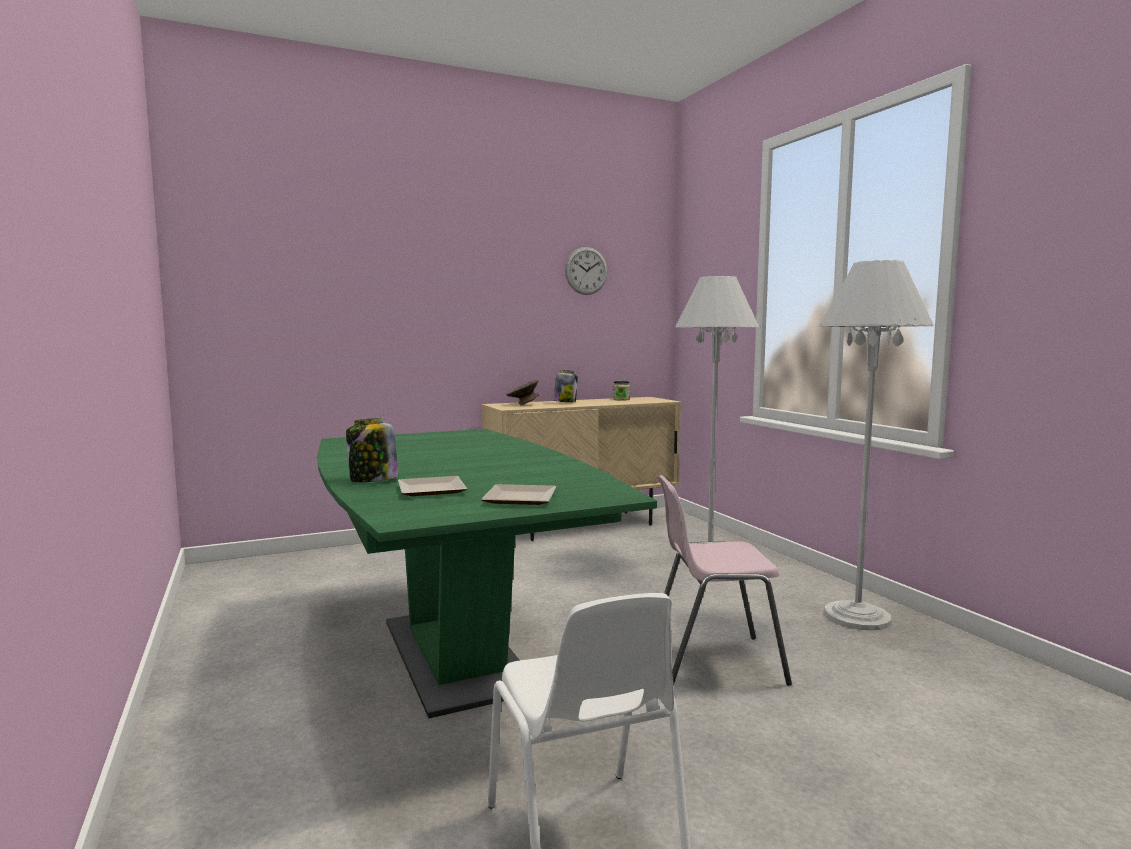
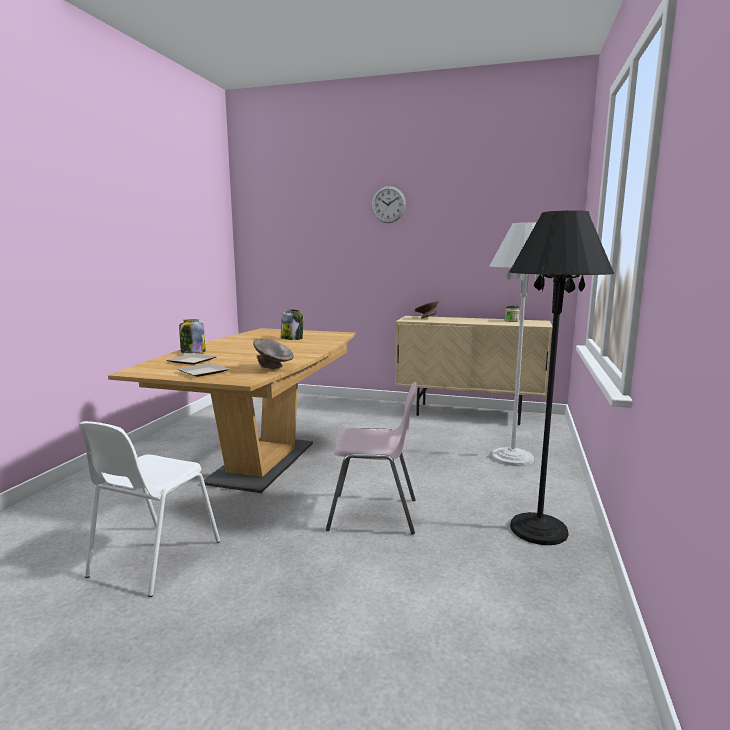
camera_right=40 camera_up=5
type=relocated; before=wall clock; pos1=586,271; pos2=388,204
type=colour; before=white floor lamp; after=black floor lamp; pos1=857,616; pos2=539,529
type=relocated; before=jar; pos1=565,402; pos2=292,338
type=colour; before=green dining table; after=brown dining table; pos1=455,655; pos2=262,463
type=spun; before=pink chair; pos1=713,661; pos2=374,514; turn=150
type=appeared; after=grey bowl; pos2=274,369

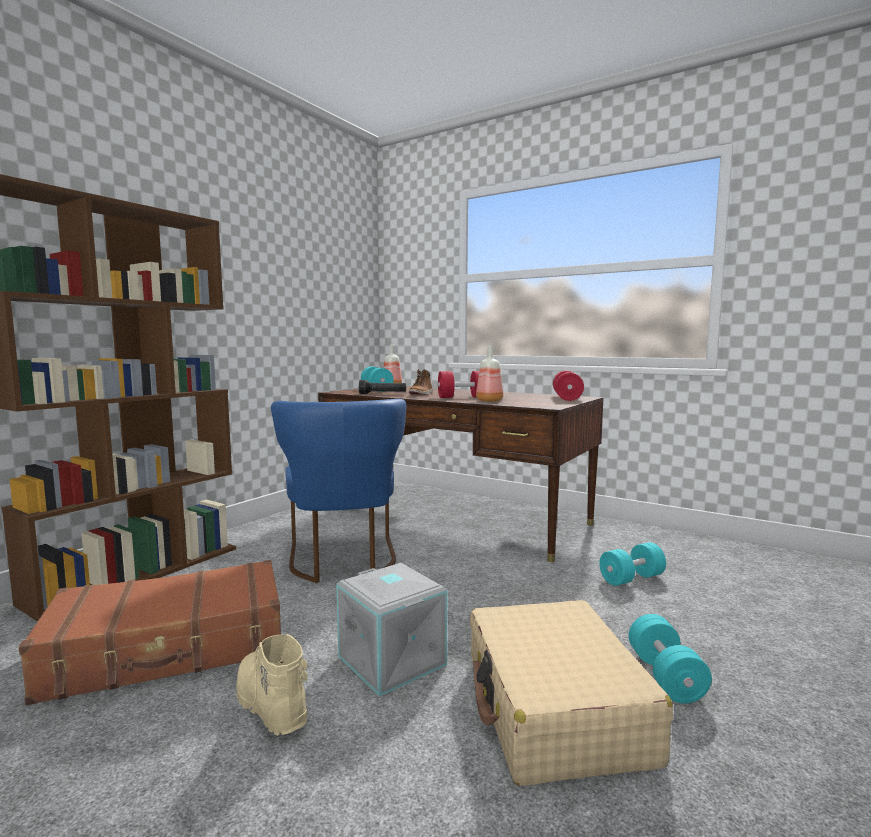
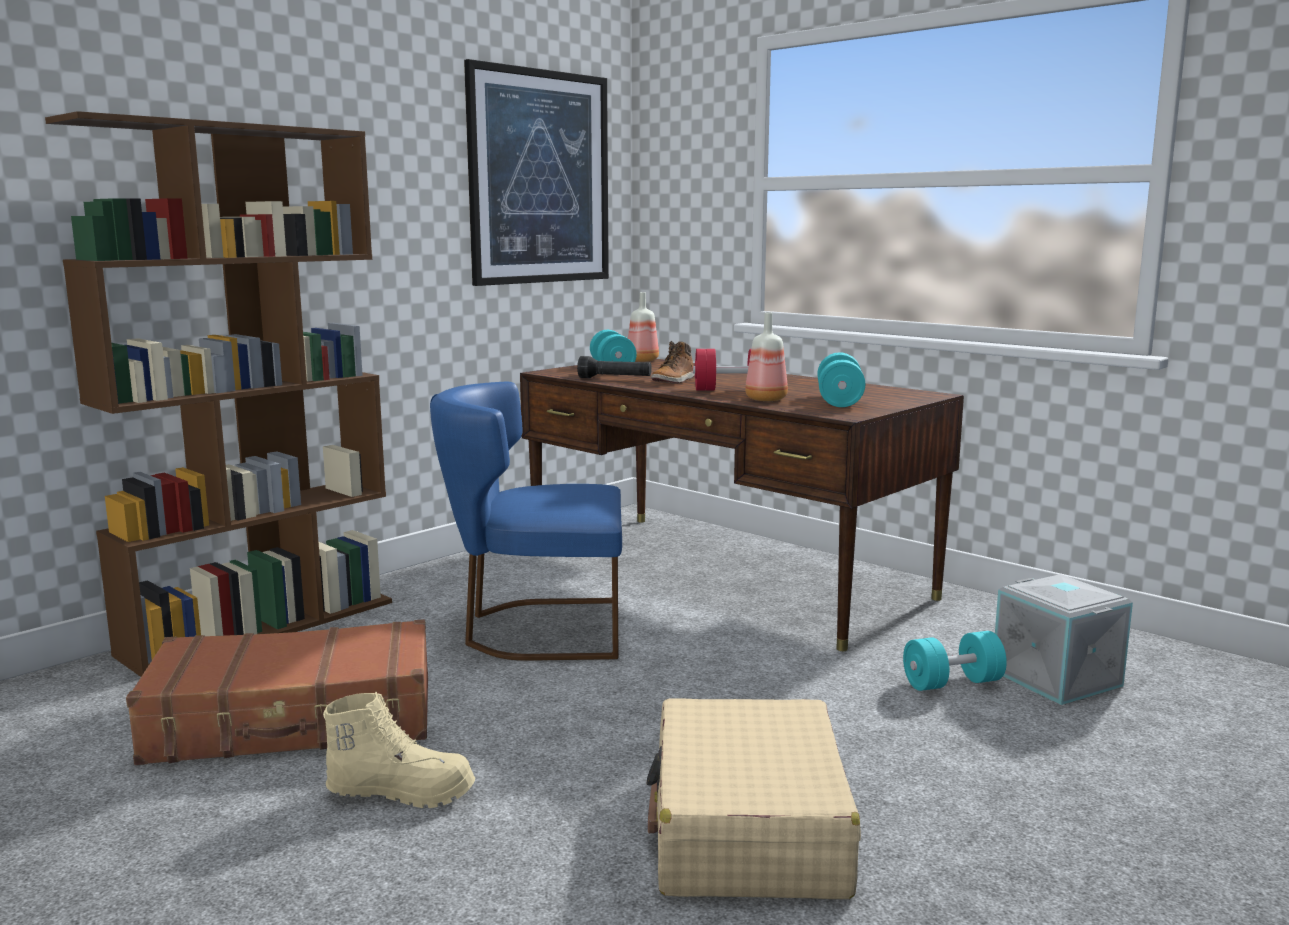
camera_right=10 camera_up=5
type=missing; before=red dumbbell; pos1=567,398
type=spun; before=blue chair; pos1=343,561; pos2=535,629; turn=90
type=relocated; before=grey storage box; pos1=394,660; pos2=1058,678
type=relocated; before=turquoise dumbbell; pos1=665,677; pos2=839,400
type=spun; before=beige boot; pos1=269,705; pos2=402,791; turn=120
type=appeared; after=picture; pos2=540,178

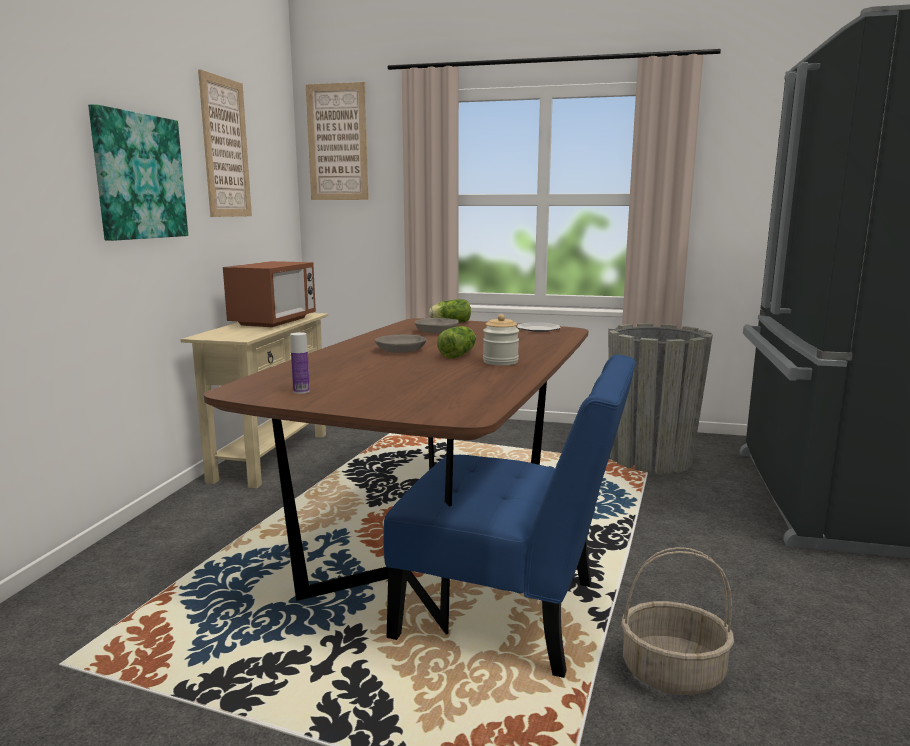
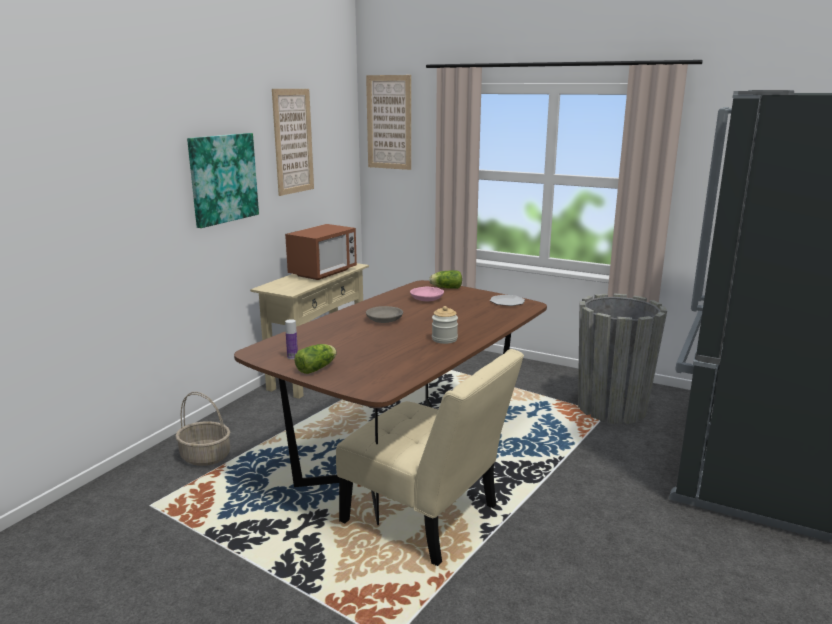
camera_right=15 camera_up=5
type=colour; before=grey bowl; after=pink bowl; pos1=437,331; pos2=427,298
type=relocated; before=lettuce; pos1=459,354; pos2=318,368
type=colour; before=blue chair; after=beige chair; pos1=509,613; pos2=427,518
type=relocated; before=basket; pos1=673,672; pos2=206,456

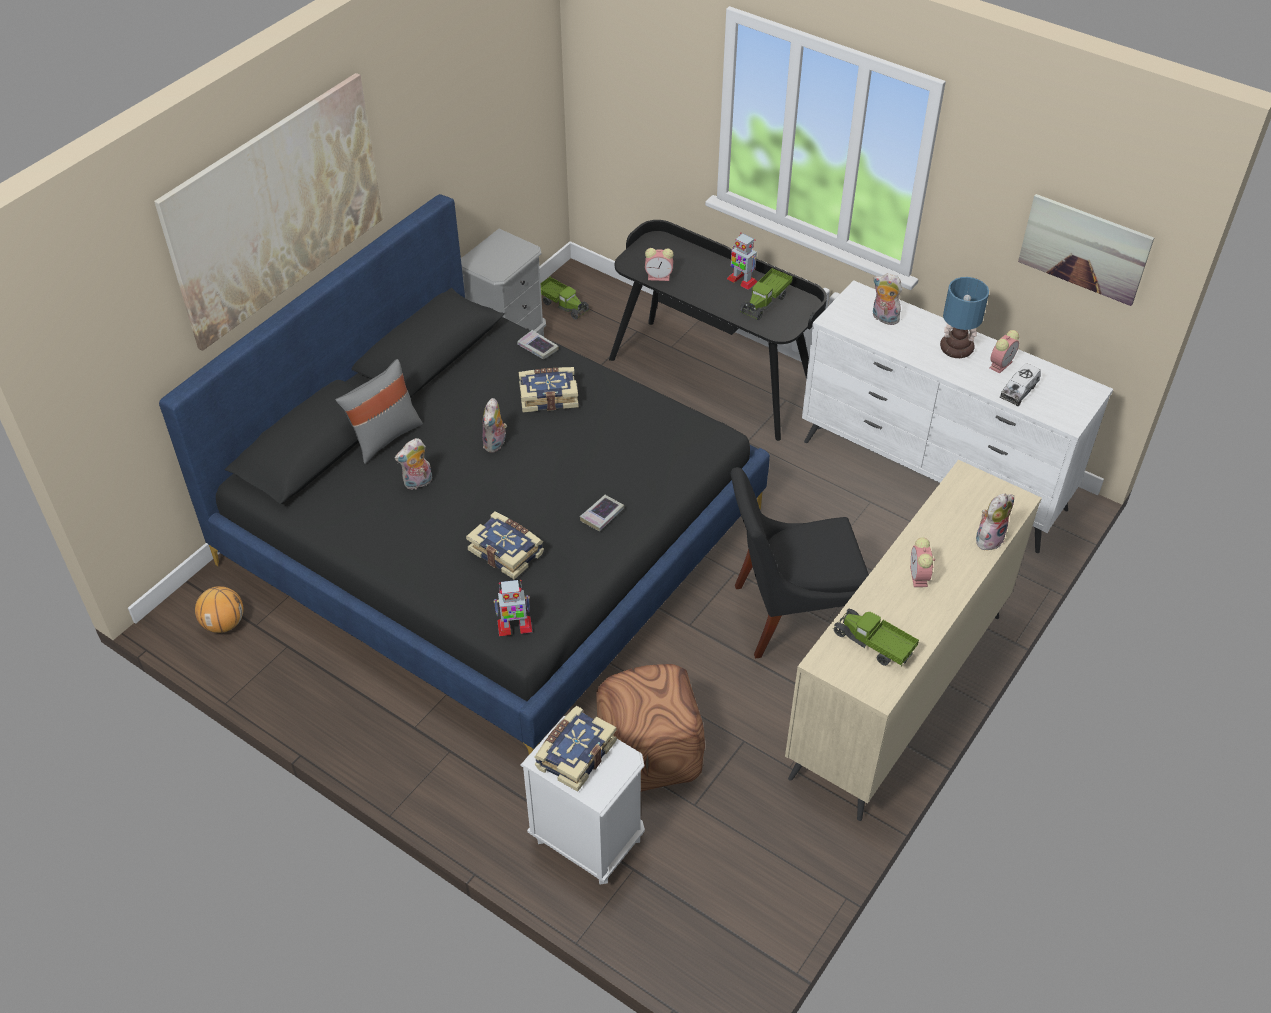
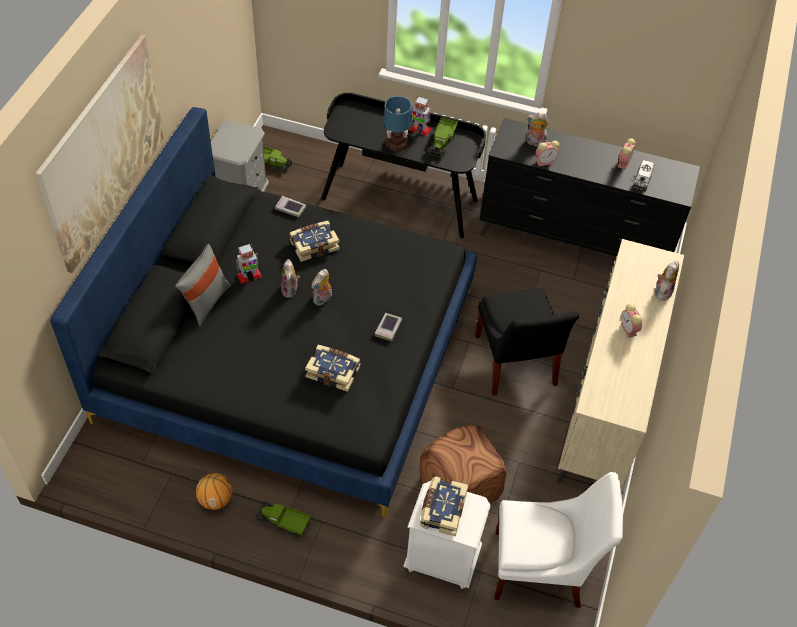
camera_right=-20 camera_up=5
type=missing; before=picture; pos1=1084,249
type=relocated; before=alarm clock; pos1=659,277; pos2=545,161
type=relocated; before=table lamp; pos1=955,349; pos2=395,144
type=colour; before=white dresser; after=black dresser; pos1=933,476; pos2=574,242
type=relocated; before=plush toy; pos1=418,483; pos2=322,299
type=spun; before=black chair; pos1=789,614; pos2=515,364; turn=-75
type=relocated; before=toy robot; pos1=514,626; pos2=249,276
type=relocated; before=basketball; pos1=224,623; pos2=215,499
type=relocated; before=toy truck; pos1=873,645; pos2=283,522
type=appeared; after=white chair; pos2=542,569

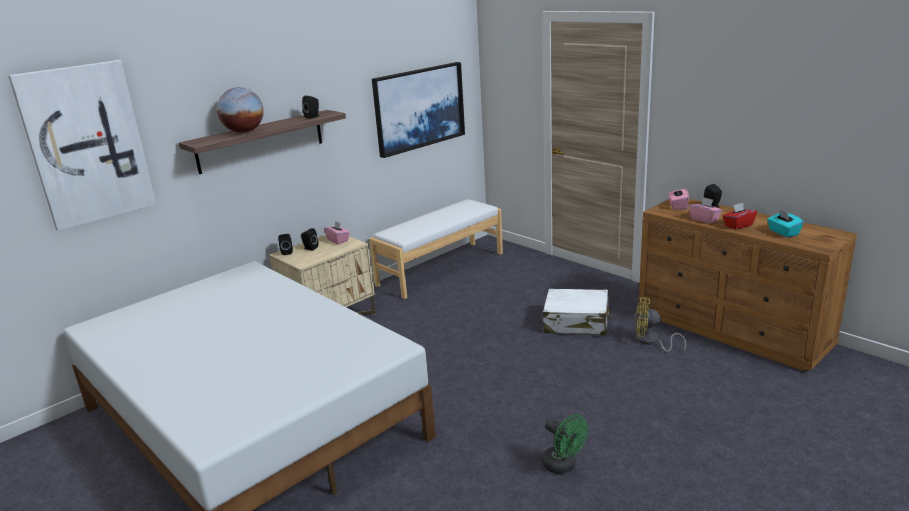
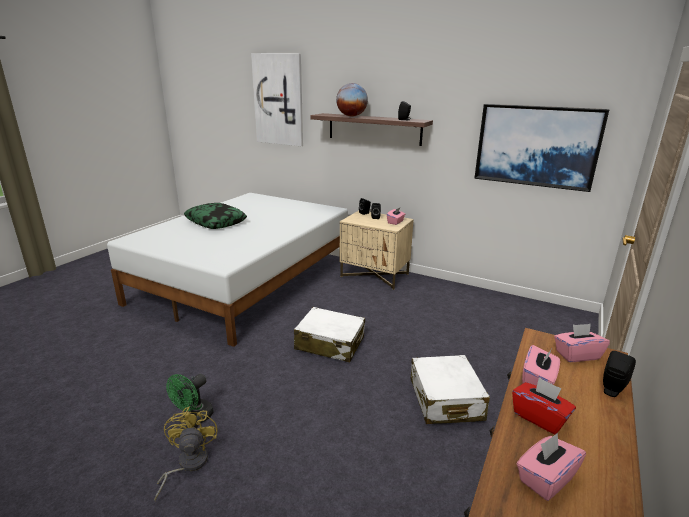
camera_right=70 camera_up=0
type=missing; before=white bench; pos1=440,269
type=colour; before=turquoise tissue box; after=pink tissue box; pos1=783,232; pos2=545,478
type=relocated; before=yellow fan; pos1=650,342; pos2=187,465
type=appeared; after=pillow; pos2=216,222
type=appeared; after=white suitcase; pos2=329,343

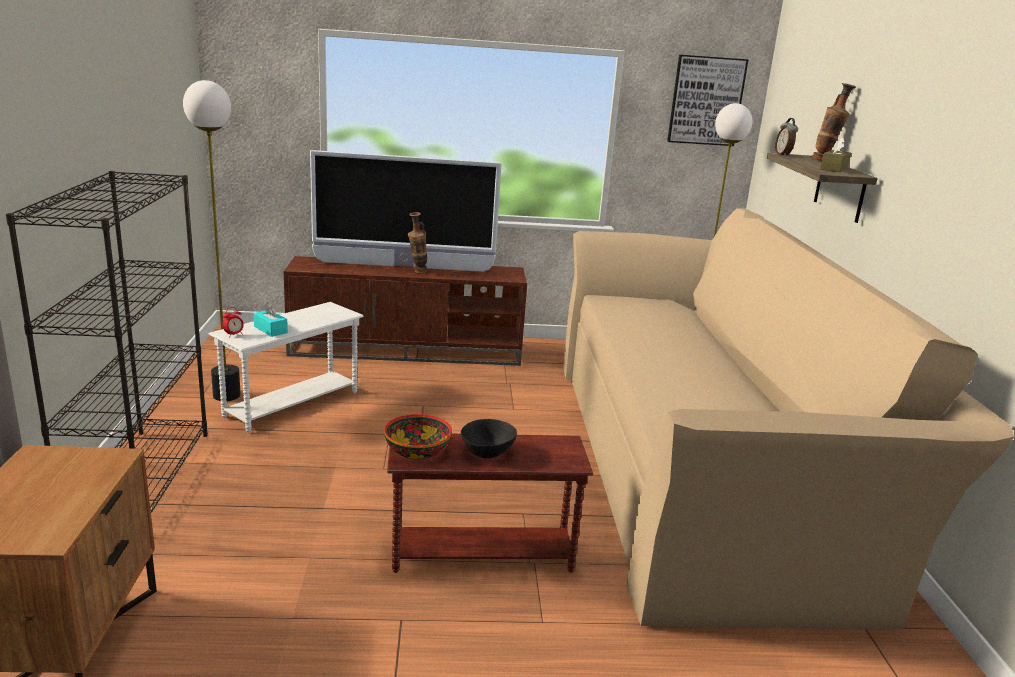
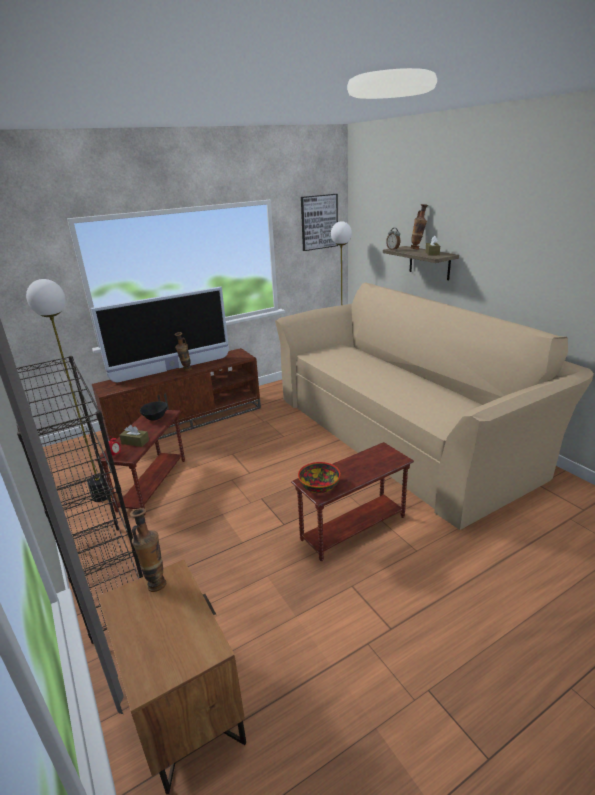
camera_right=-25 camera_up=5
type=colour; before=white side table; after=brown side table; pos1=291,404; pos2=152,484
type=colour; before=turquoise tissue box; after=brown tissue box; pos1=270,330; pos2=135,442
type=relocated; before=black bowl; pos1=487,452; pos2=155,417
type=appeared; after=vase; pos2=156,582

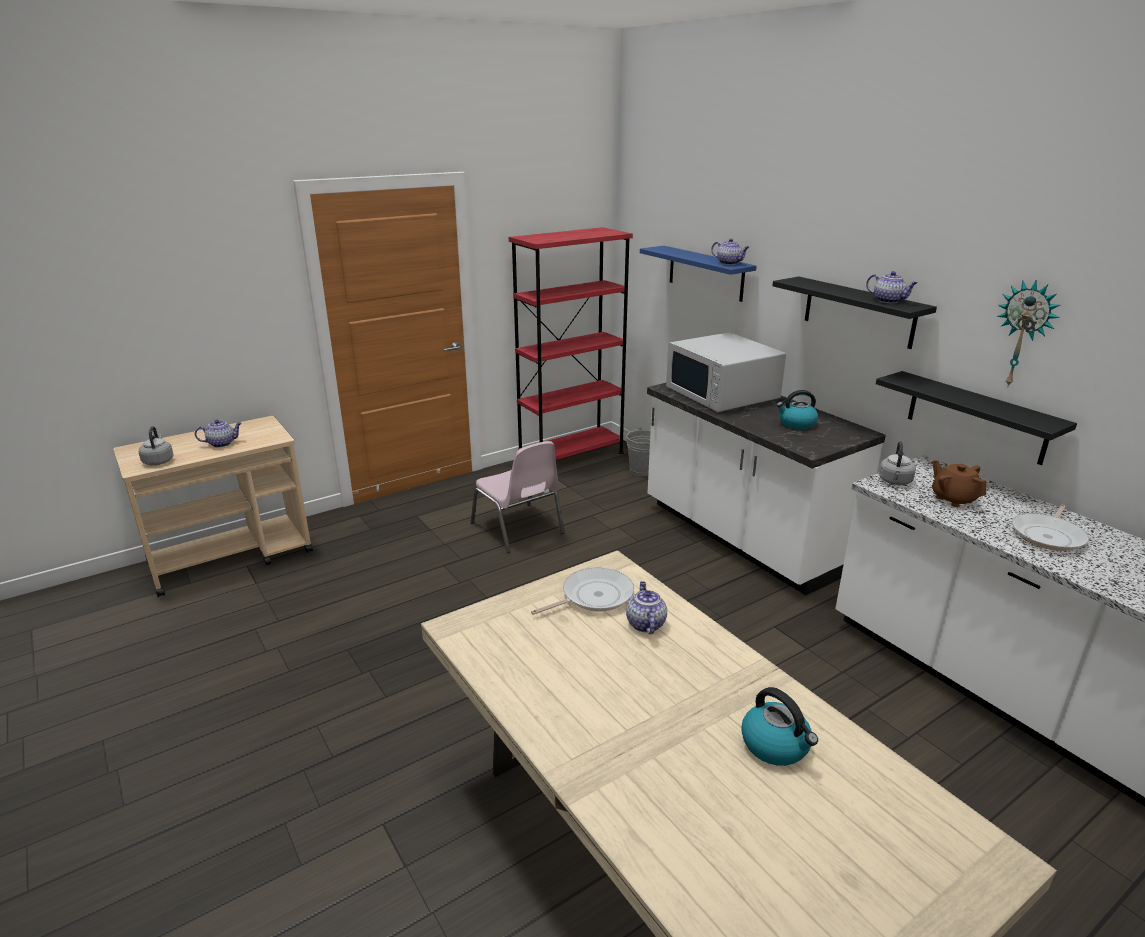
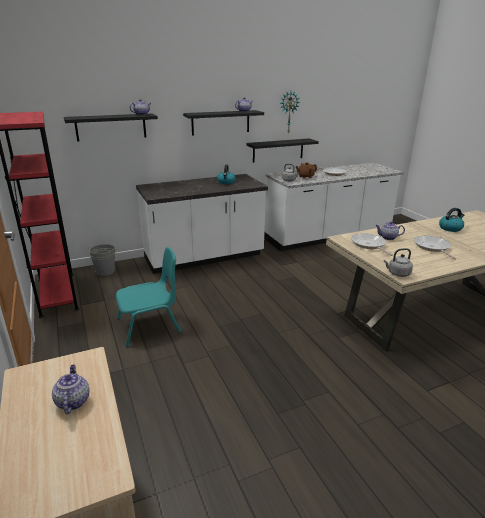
camera_right=-80 camera_up=0
type=colour; before=blue shelf; after=black shelf; pos1=705,273; pos2=111,127
type=missing; before=white microwave; pos1=722,394
type=relocated; before=grey kettle; pos1=159,461; pos2=397,274
type=colour; before=pink chair; after=turquoise chair; pos1=518,528; pos2=150,326
type=appeared; after=frying pan; pos2=432,247

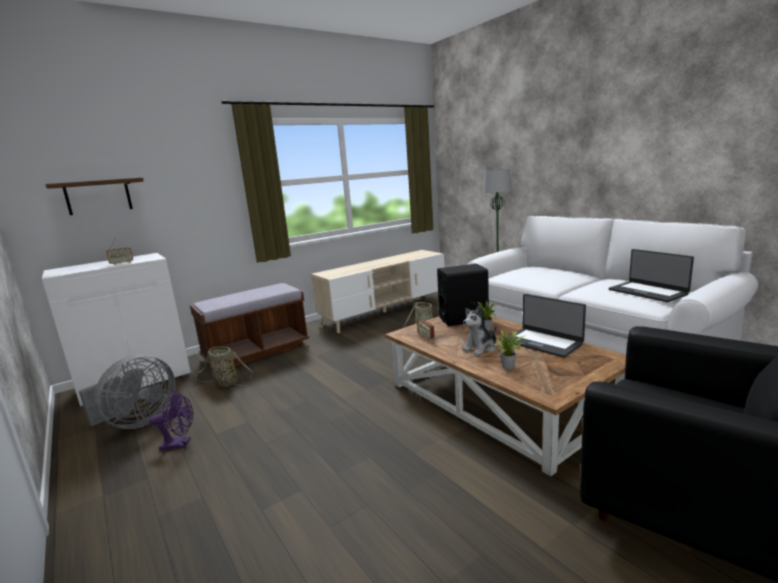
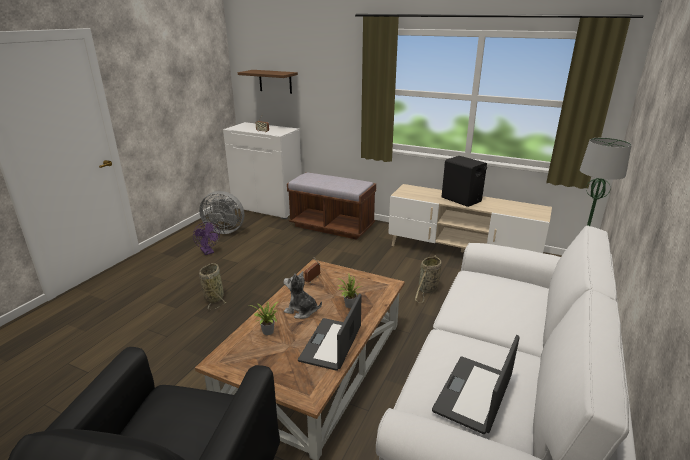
camera_right=60 camera_up=10
type=relocated; before=black speaker; pos1=463,319; pos2=461,199
type=relocated; before=basket; pos1=225,383; pos2=214,297

